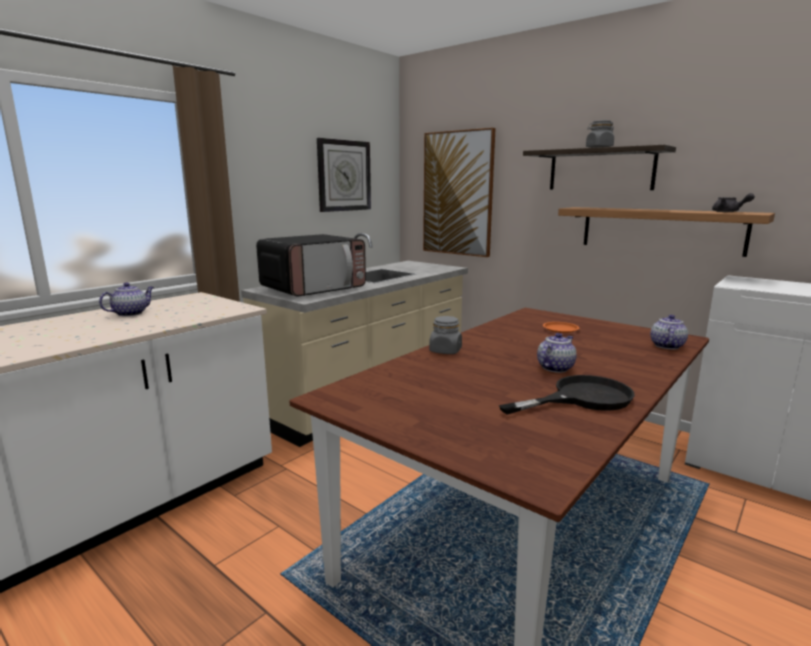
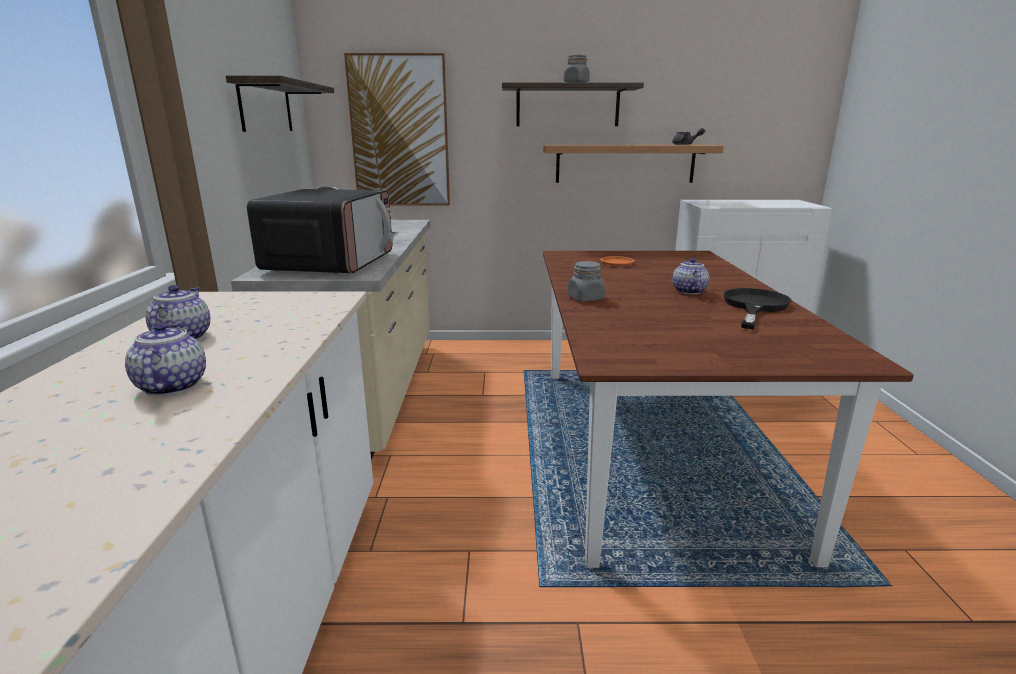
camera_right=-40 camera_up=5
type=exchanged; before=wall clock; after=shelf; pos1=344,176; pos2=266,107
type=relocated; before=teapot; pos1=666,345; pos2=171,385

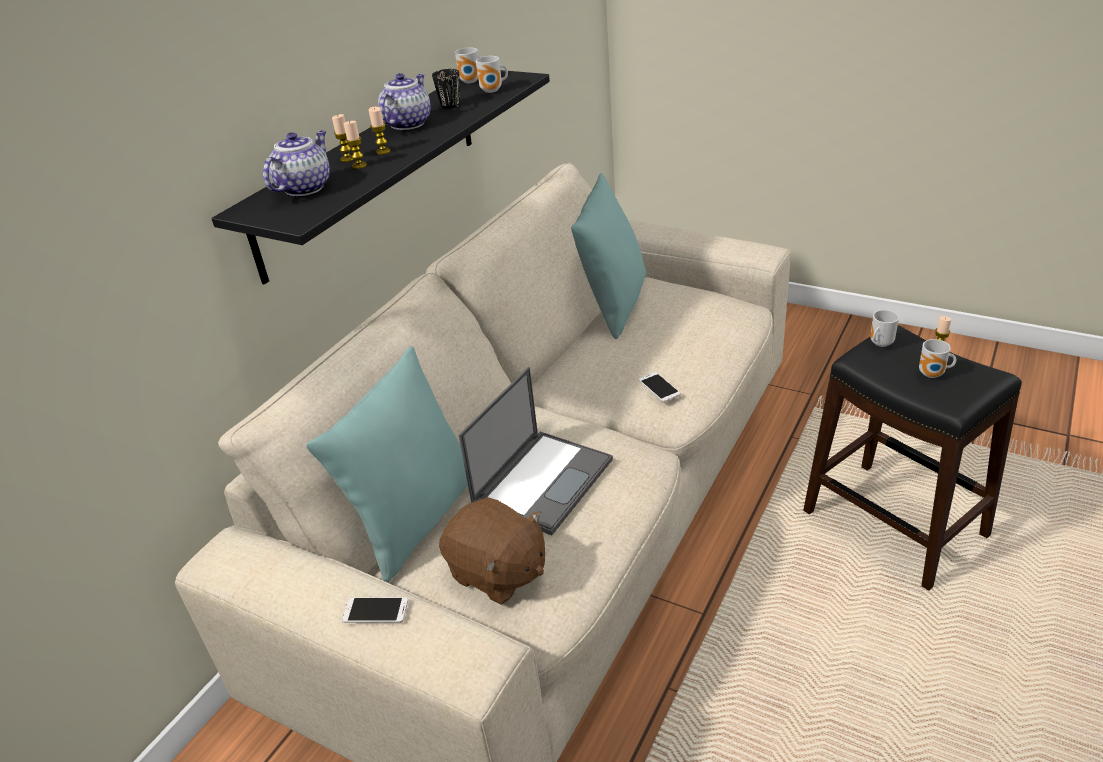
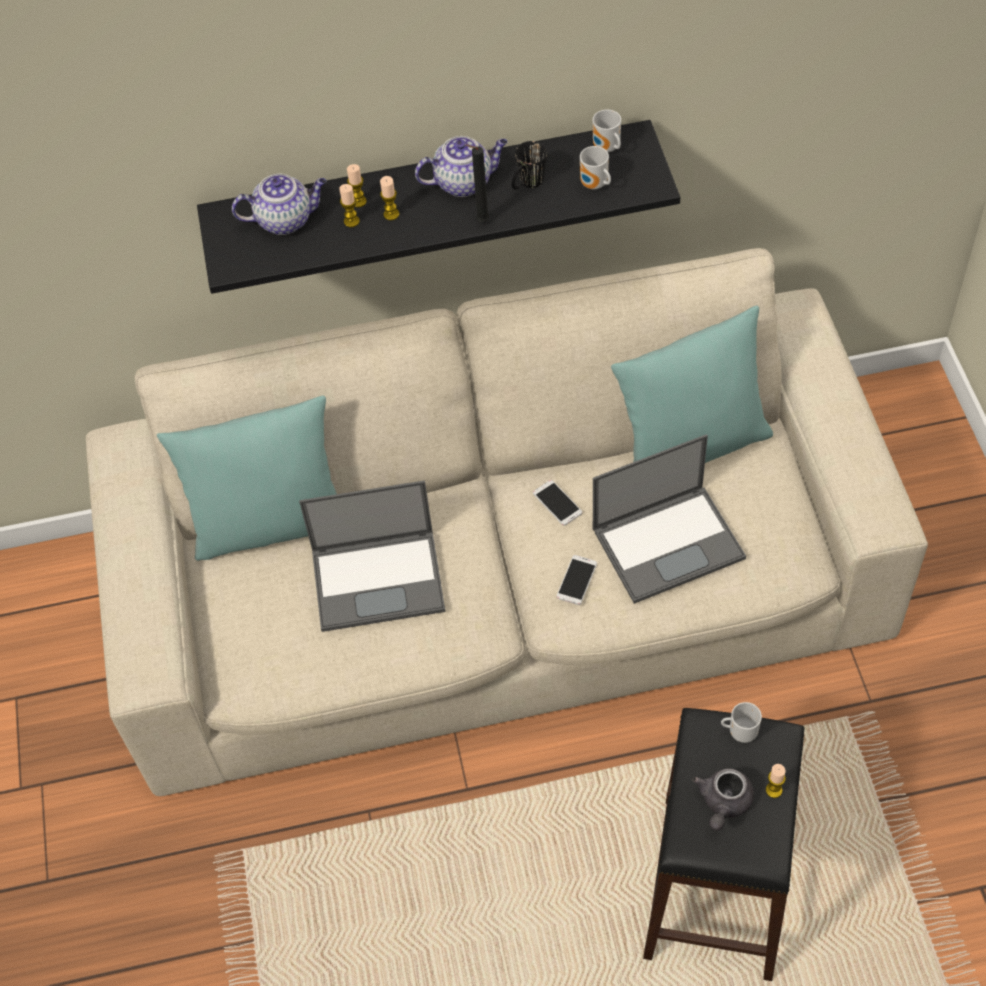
camera_right=50 camera_up=20
type=exchanged; before=mug; after=grey teapot; pos1=933,375; pos2=723,803
type=missing; before=brown plush toy; pos1=497,573
type=relocated; before=phone; pos1=375,610; pos2=557,503
type=appeared; after=black candle; pos2=480,222
type=appeared; after=laptop; pos2=669,542

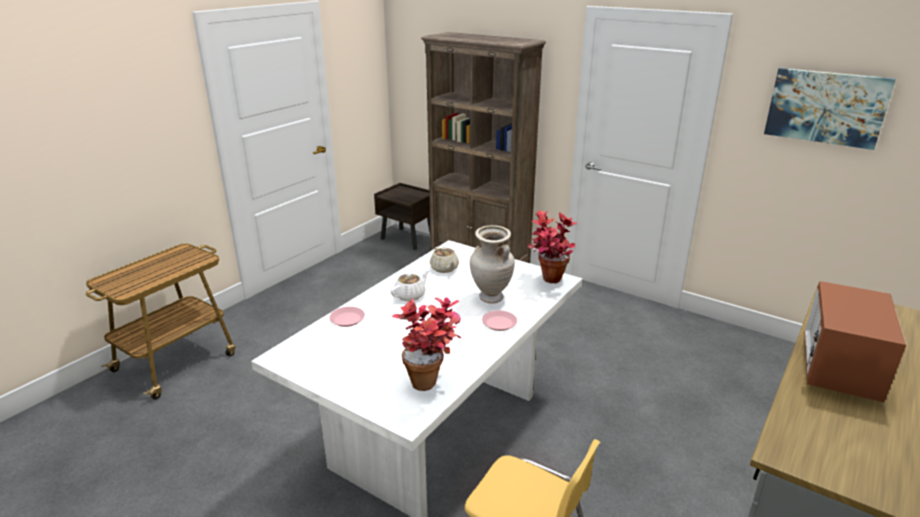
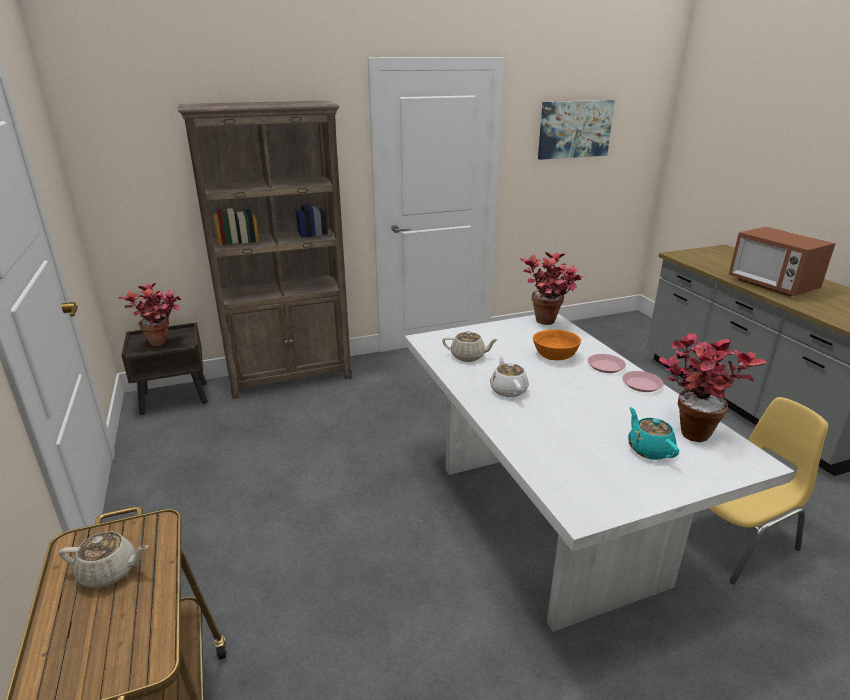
camera_right=-55 camera_up=0
type=exchanged; before=beige vase; after=orange bowl; pos1=490,298; pos2=554,355
type=relocated; before=pink plate; pos1=347,319; pos2=642,385
type=appeared; after=potted plant; pos2=163,344
type=appeared; after=turquoise teapot; pos2=649,449
type=appeared; after=beige teapot; pos2=110,572

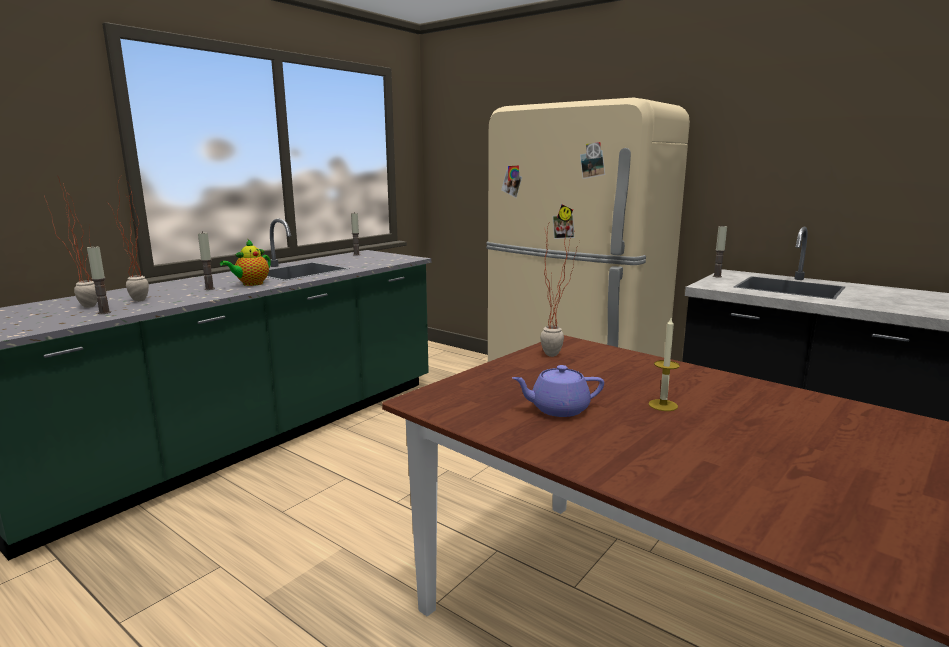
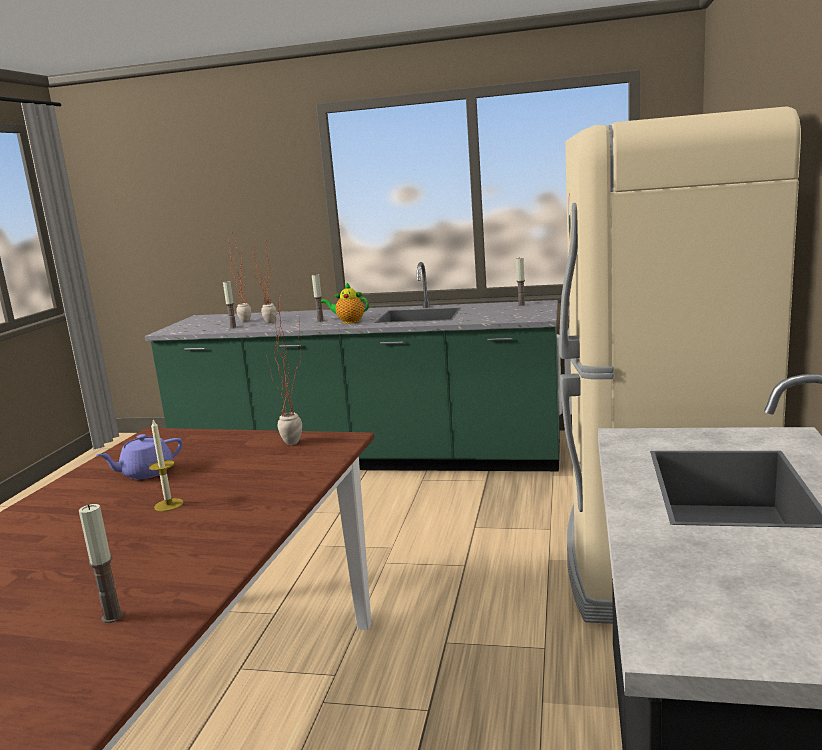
camera_right=65 camera_up=0
type=relocated; before=candle; pos1=717,276; pos2=112,617
type=spun; before=purple teapot; pos1=558,409; pos2=146,473; turn=-90

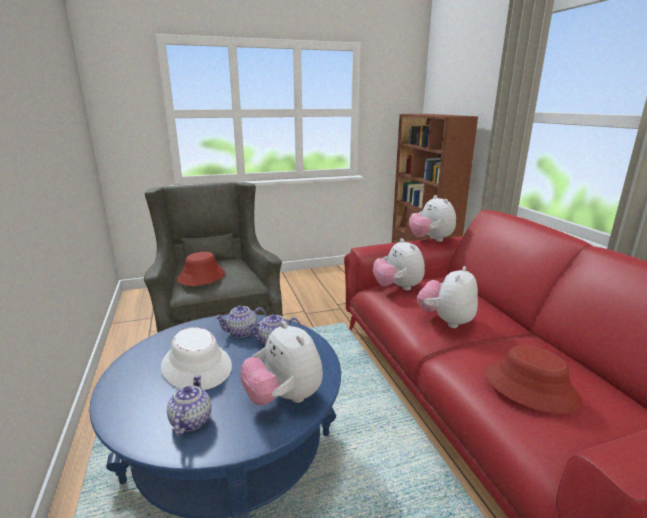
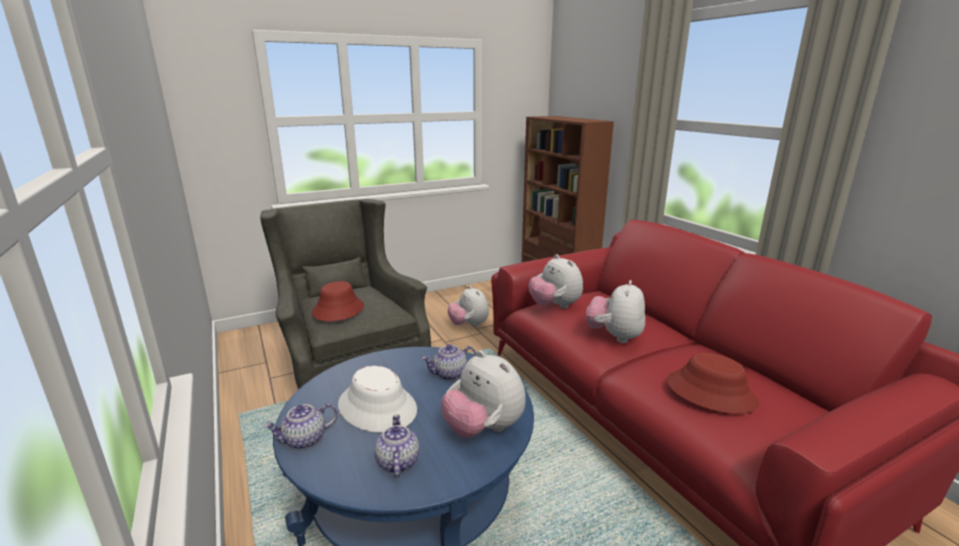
camera_right=-10 camera_up=0
type=relocated; before=plush toy; pos1=430,239; pos2=469,325
type=relocated; before=teapot; pos1=242,332; pos2=304,440

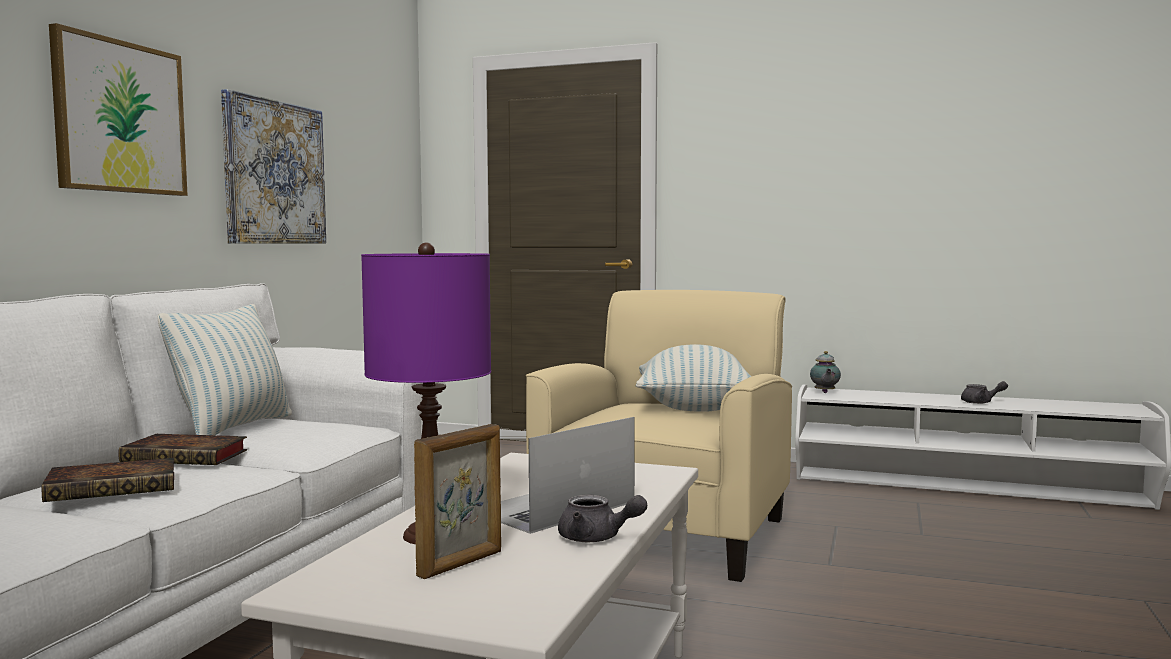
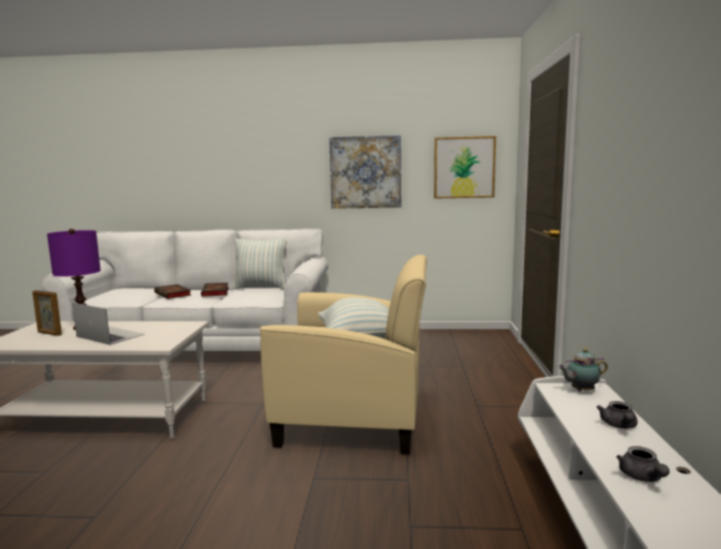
camera_right=75 camera_up=5
type=relocated; before=picture; pos1=120,117; pos2=464,167
type=relocated; before=grey teapot; pos1=597,538; pos2=619,426

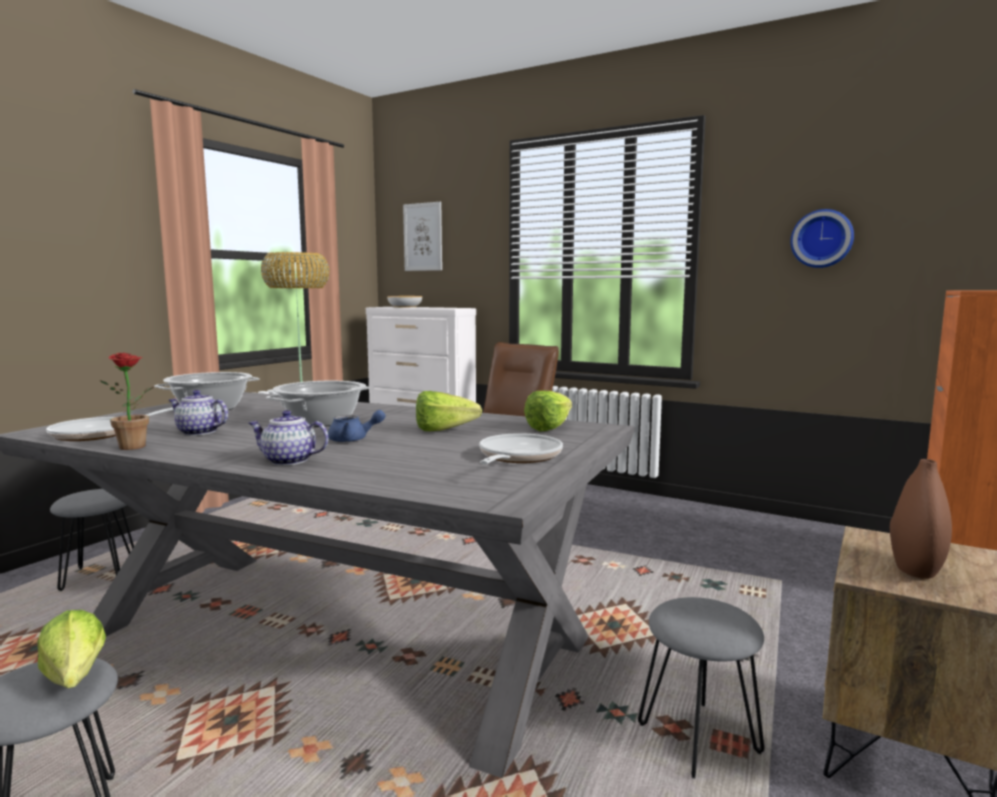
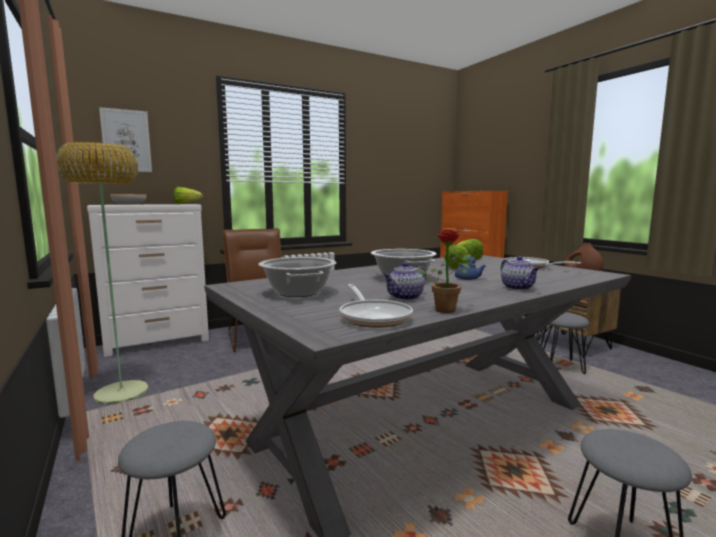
camera_right=-60 camera_up=0
type=missing; before=wall clock; pos1=822,239
type=spun; before=teapot; pos1=288,461; pos2=518,288; turn=-60
type=relocated; before=lettuce; pos1=72,683; pos2=189,204

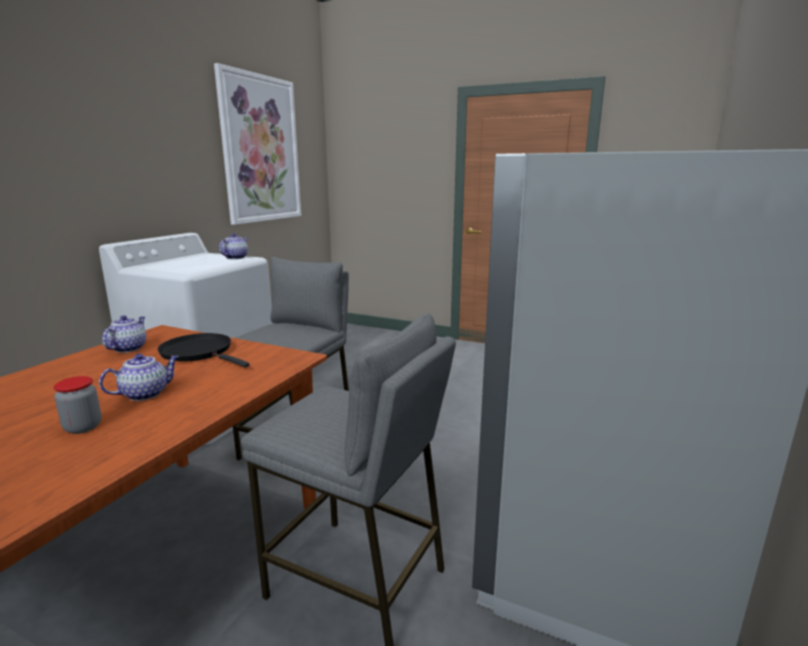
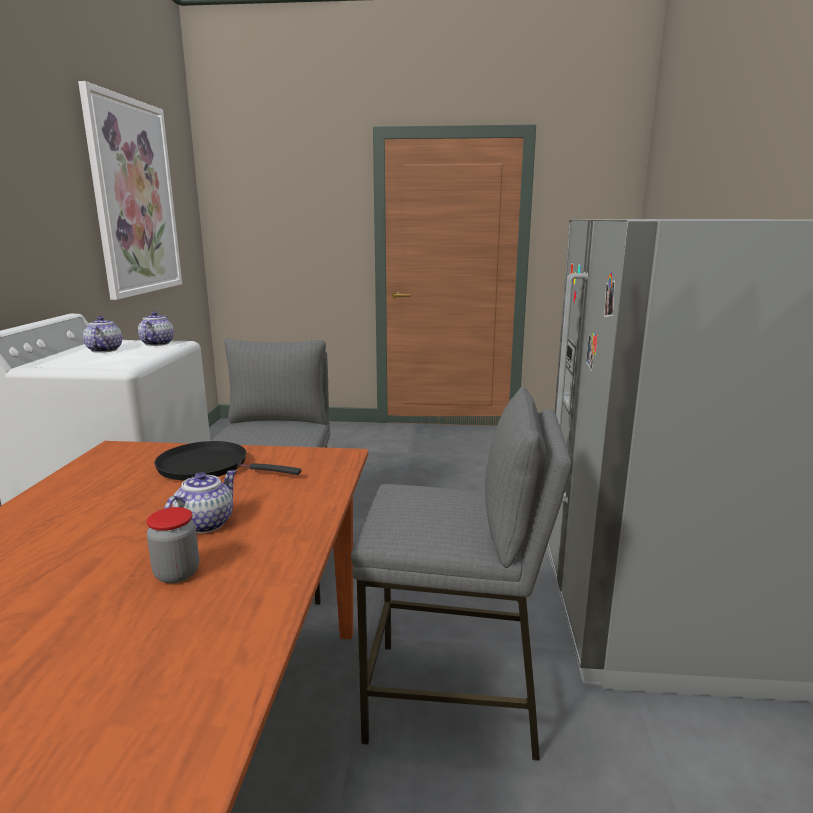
camera_right=-20 camera_up=0
type=relocated; before=teapot; pos1=128,348; pos2=104,350

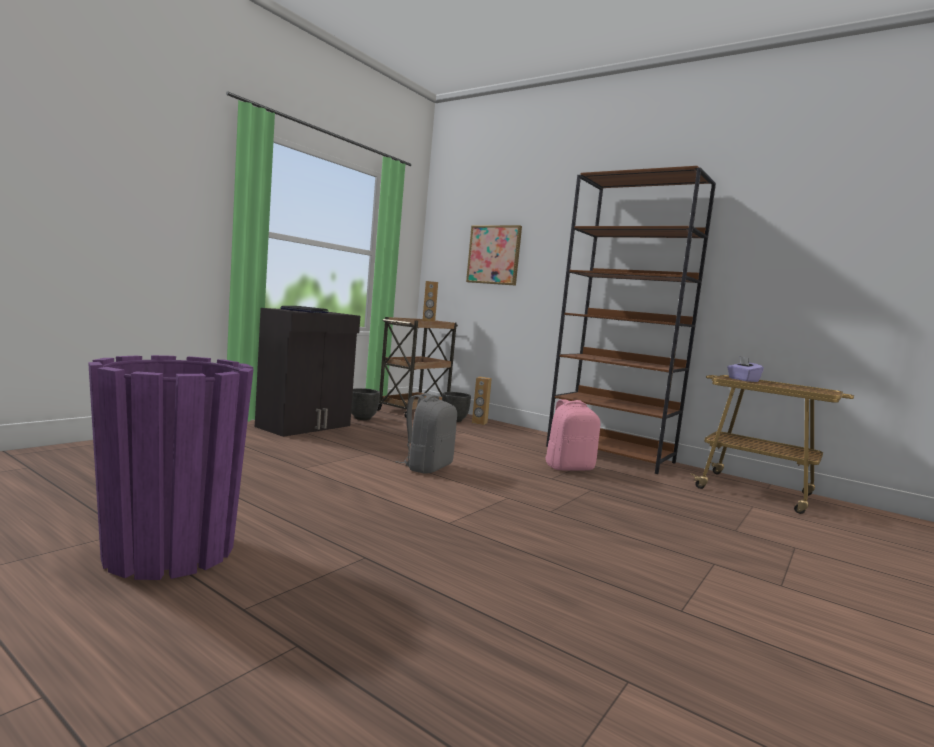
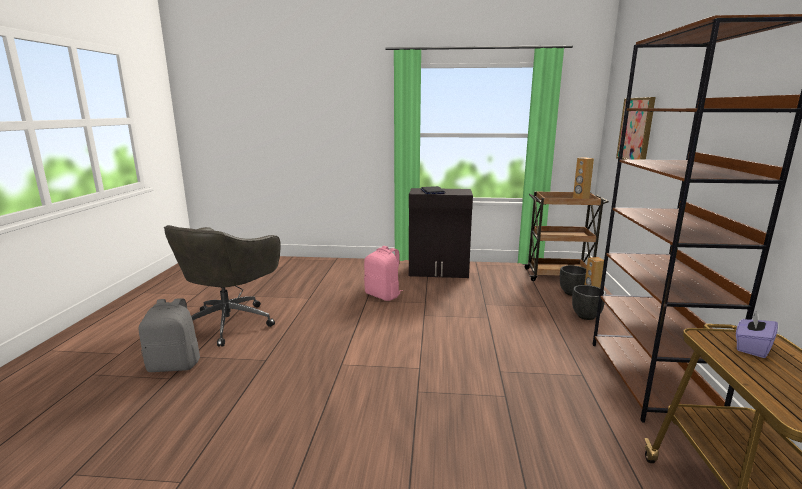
camera_right=60 camera_up=10
type=exchanged; before=purple planter; after=grey office chair; pos1=169,551; pos2=230,322
type=relocated; before=black planter; pos1=363,418; pos2=586,316
type=relocated; before=grey backpack; pos1=427,467; pos2=175,365
type=relocated; before=pink backpack; pos1=569,467; pos2=383,295

